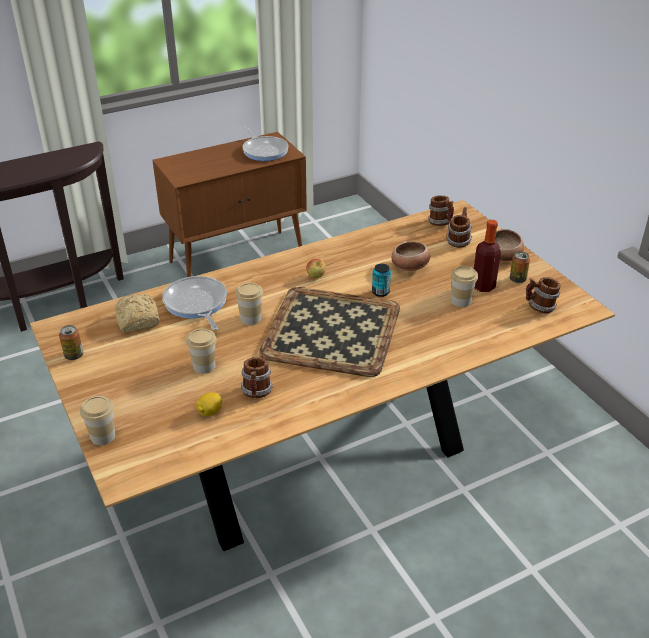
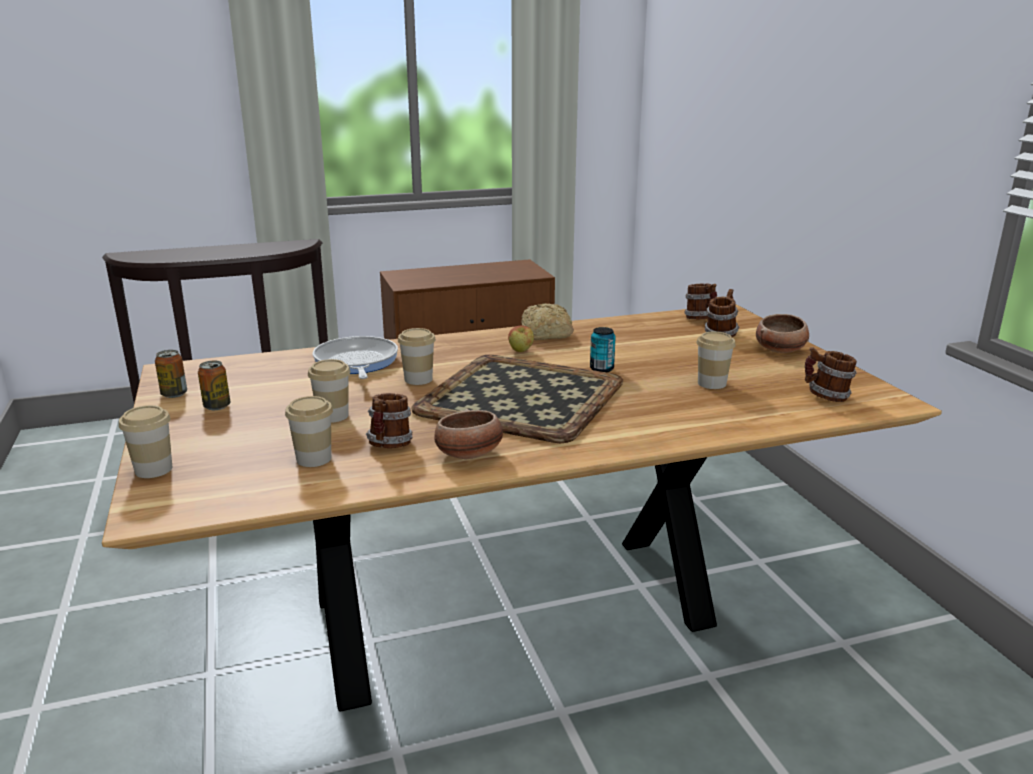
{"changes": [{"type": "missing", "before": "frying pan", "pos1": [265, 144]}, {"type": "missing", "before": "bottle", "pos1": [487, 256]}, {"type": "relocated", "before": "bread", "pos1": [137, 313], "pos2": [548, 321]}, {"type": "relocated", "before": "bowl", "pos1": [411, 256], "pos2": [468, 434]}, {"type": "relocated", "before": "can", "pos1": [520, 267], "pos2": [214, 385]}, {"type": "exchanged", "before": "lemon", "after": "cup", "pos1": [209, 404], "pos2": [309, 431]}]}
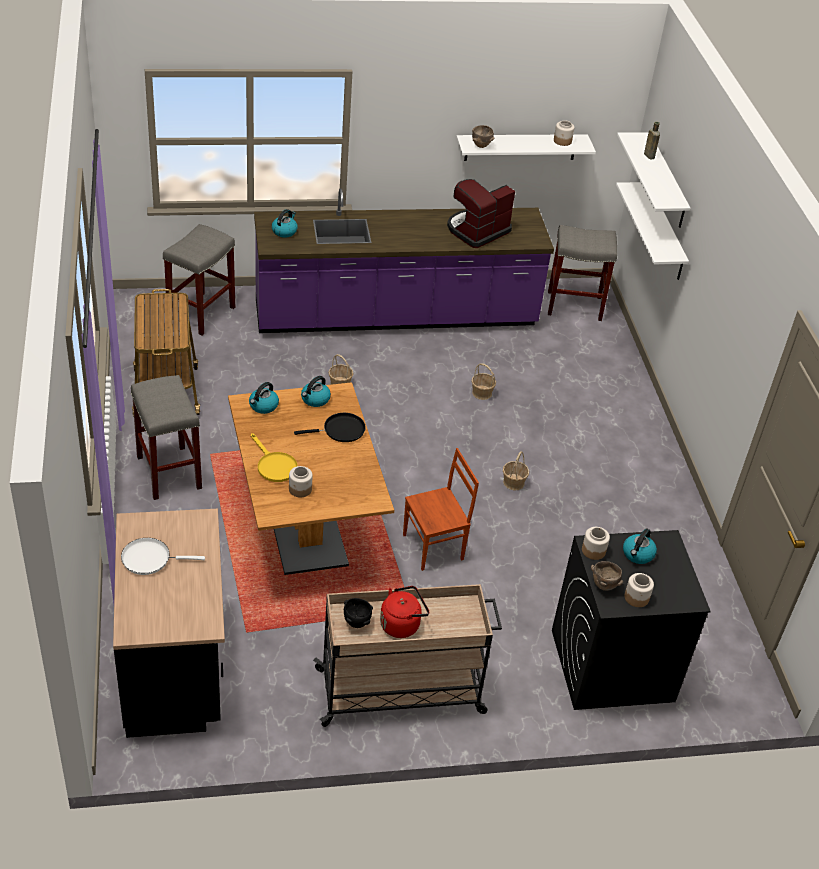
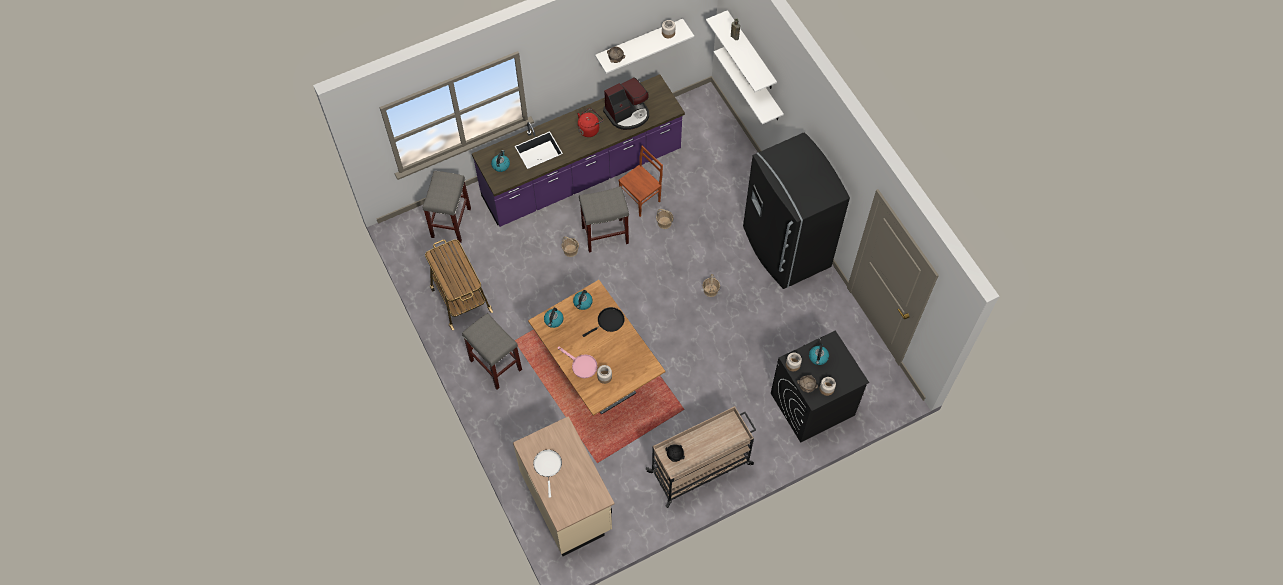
{"changes": [{"type": "appeared", "after": "fridge (black)", "pos2": [796, 210]}, {"type": "relocated", "before": "kettle (red)", "pos1": [404, 612], "pos2": [590, 122]}, {"type": "relocated", "before": "chair (brown)", "pos1": [441, 509], "pos2": [640, 181]}, {"type": "relocated", "before": "stool (grey)", "pos1": [582, 273], "pos2": [604, 219]}, {"type": "colour", "before": "counter (black)", "after": "counter (beige)", "pos1": [169, 623], "pos2": [563, 486]}, {"type": "colour", "before": "frying pan (yellow)", "after": "frying pan (pink)", "pos1": [274, 457], "pos2": [578, 362]}, {"type": "spun", "before": "frying pan (white)", "pos1": [163, 556], "pos2": [547, 474], "turn": 105}, {"type": "spun", "before": "coffee machine", "pos1": [481, 213], "pos2": [626, 103], "turn": -150}]}
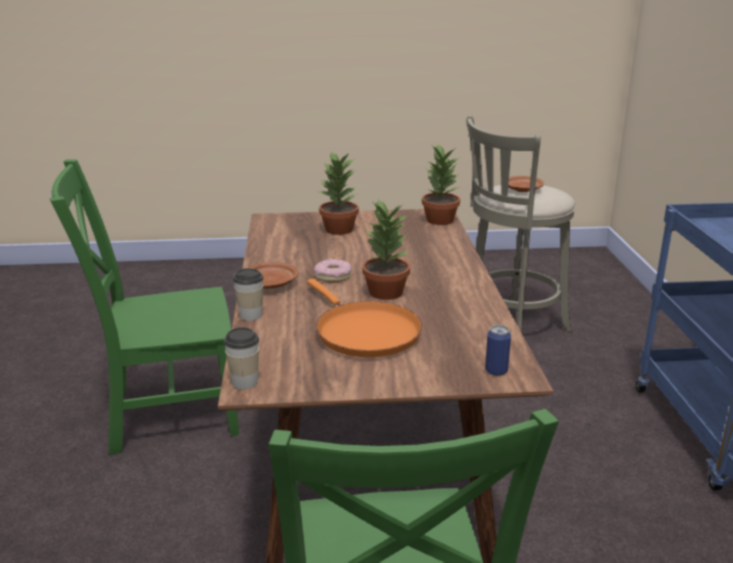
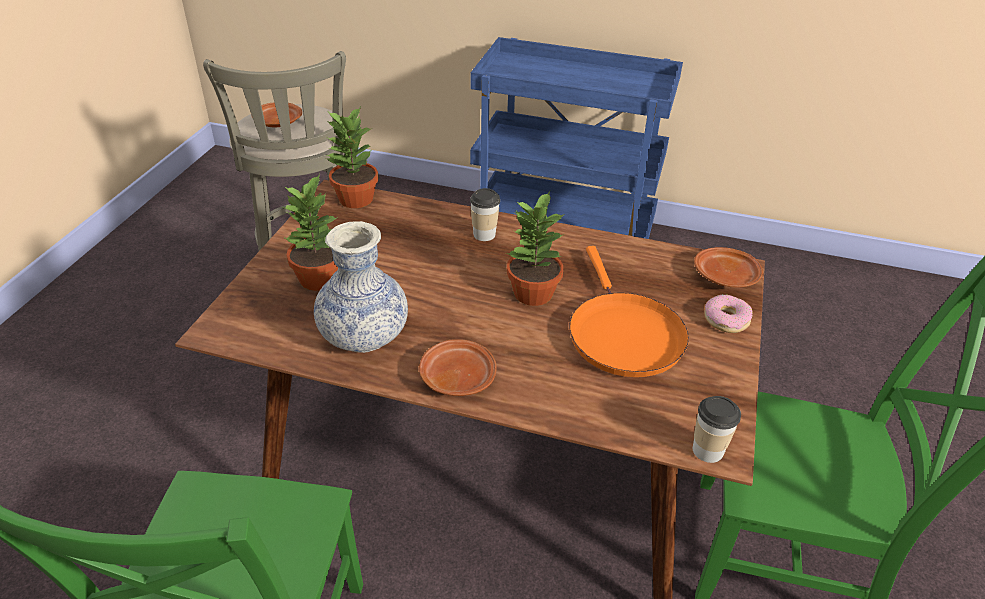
{"changes": [{"type": "appeared", "after": "vase", "pos2": [361, 287]}, {"type": "relocated", "before": "cup", "pos1": [248, 294], "pos2": [485, 214]}, {"type": "relocated", "before": "donut", "pos1": [333, 270], "pos2": [728, 313]}, {"type": "exchanged", "before": "can", "after": "plate (brown)", "pos1": [498, 350], "pos2": [728, 267]}, {"type": "spun", "before": "frying pan (orange)", "pos1": [364, 318], "pos2": [629, 311], "turn": 90}]}
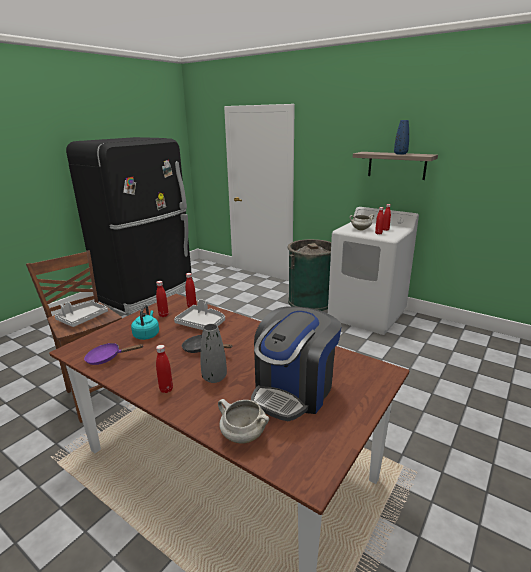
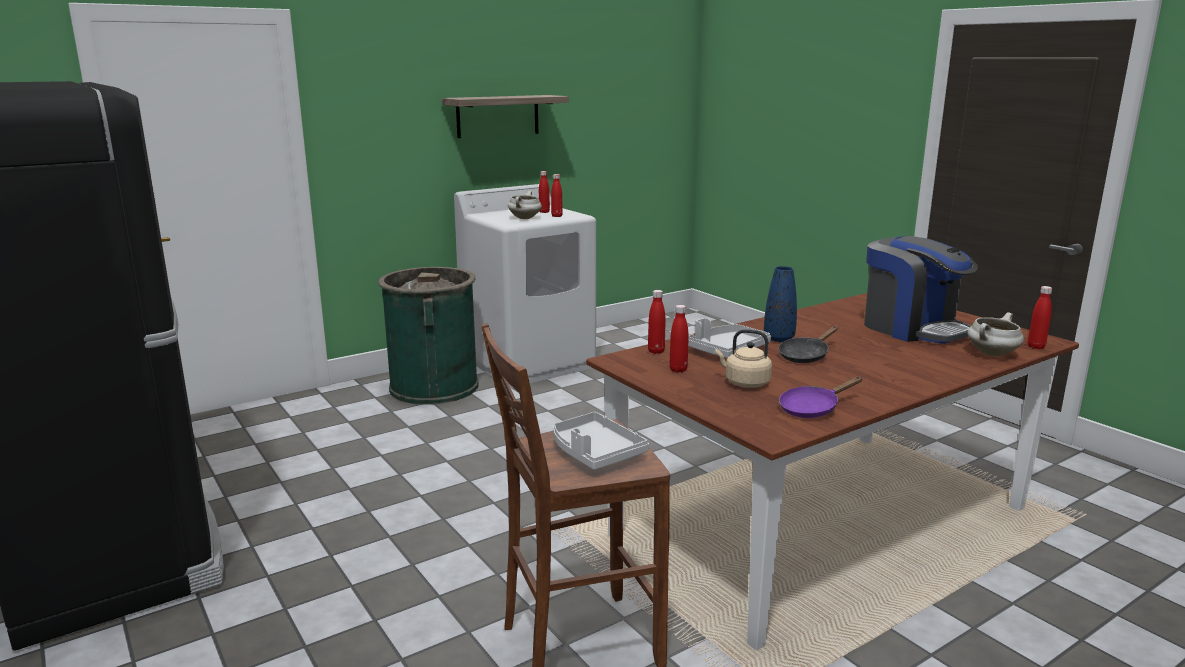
{"changes": [{"type": "missing", "before": "vase (grey)", "pos1": [213, 353]}, {"type": "relocated", "before": "bottle (red)", "pos1": [164, 369], "pos2": [1040, 317]}, {"type": "relocated", "before": "vase (blue)", "pos1": [401, 137], "pos2": [780, 304]}, {"type": "colour", "before": "kettle (turquoise)", "after": "kettle (beige)", "pos1": [145, 322], "pos2": [743, 358]}, {"type": "spun", "before": "frying pan (purple)", "pos1": [114, 354], "pos2": [821, 397], "turn": 45}]}
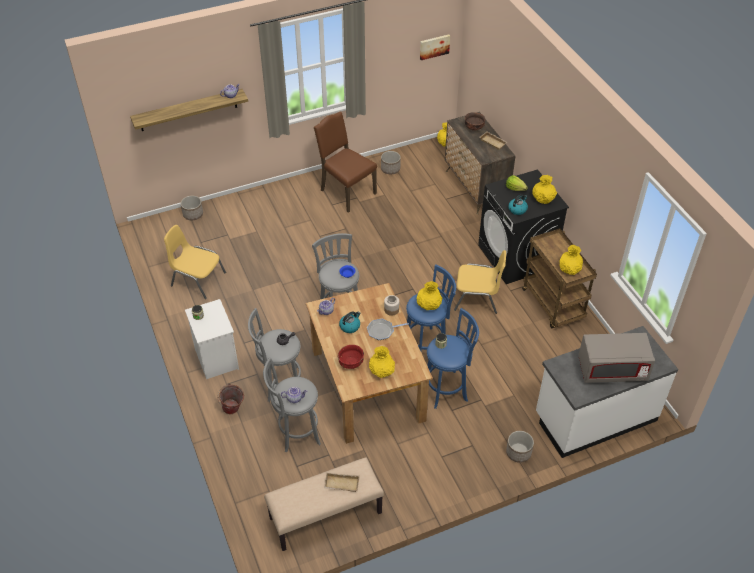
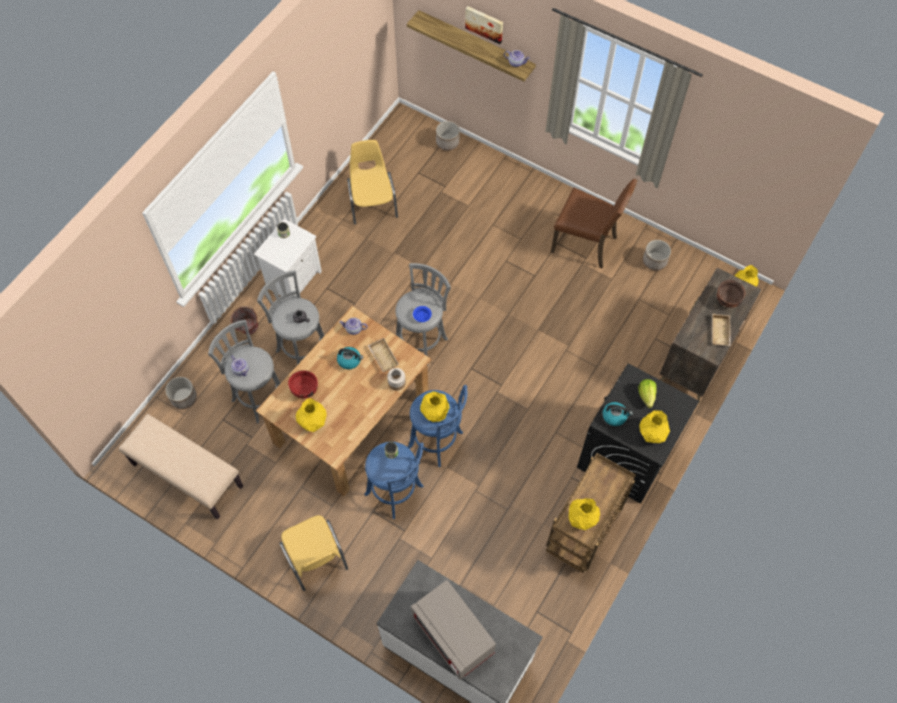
{"changes": [{"type": "missing", "before": "frying pan", "pos1": [388, 329]}, {"type": "relocated", "before": "tray (beige)", "pos1": [342, 482], "pos2": [383, 355]}, {"type": "relocated", "before": "picture", "pos1": [435, 47], "pos2": [484, 25]}, {"type": "relocated", "before": "chair (yellow)", "pos1": [480, 282], "pos2": [313, 553]}, {"type": "relocated", "before": "planter", "pos1": [520, 447], "pos2": [181, 393]}, {"type": "spun", "before": "chair (brown)", "pos1": [345, 162], "pos2": [594, 223], "turn": 105}]}
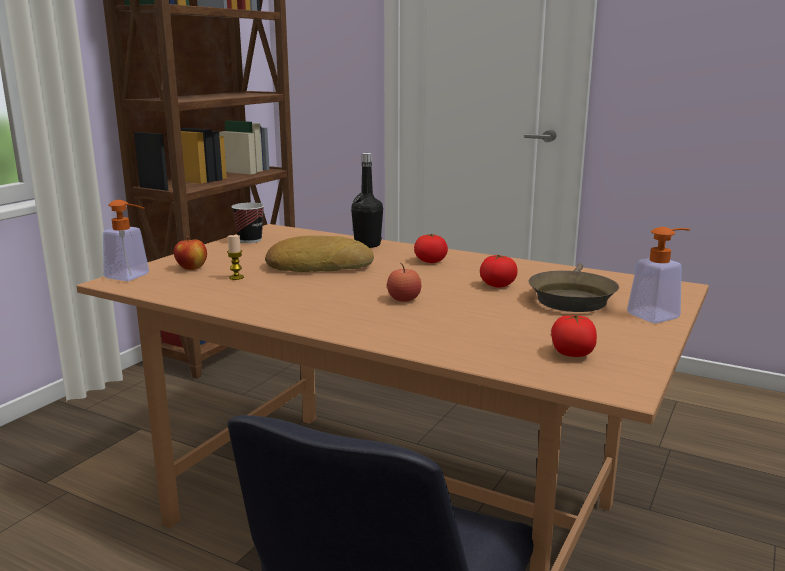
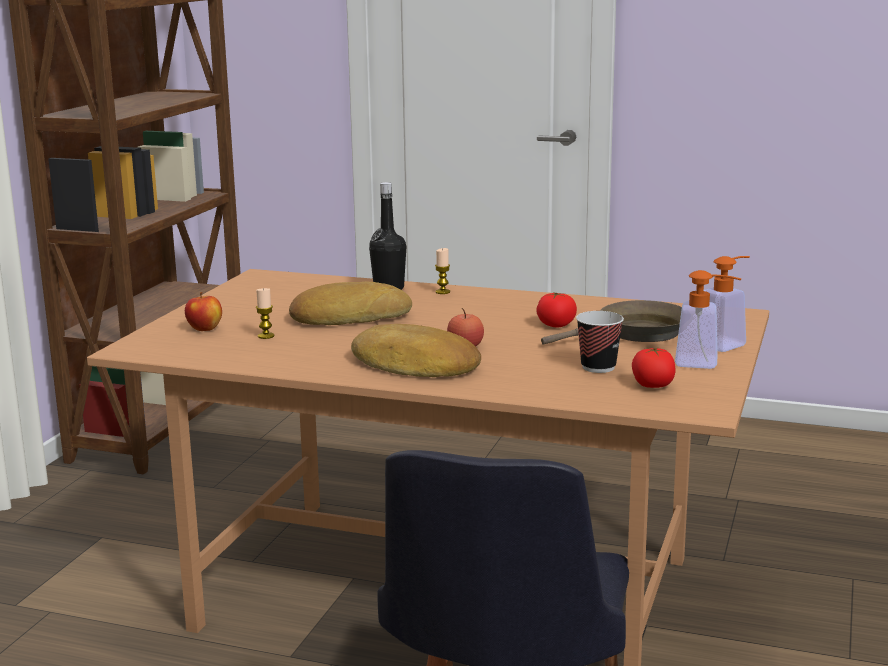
{"changes": [{"type": "missing", "before": "tomato", "pos1": [431, 248]}, {"type": "appeared", "after": "bread", "pos2": [416, 350]}, {"type": "appeared", "after": "candle", "pos2": [442, 271]}, {"type": "relocated", "before": "soap dispenser", "pos1": [126, 240], "pos2": [708, 319]}, {"type": "relocated", "before": "cup", "pos1": [248, 223], "pos2": [600, 342]}, {"type": "spun", "before": "frying pan (brown)", "pos1": [574, 287], "pos2": [611, 322], "turn": -120}]}
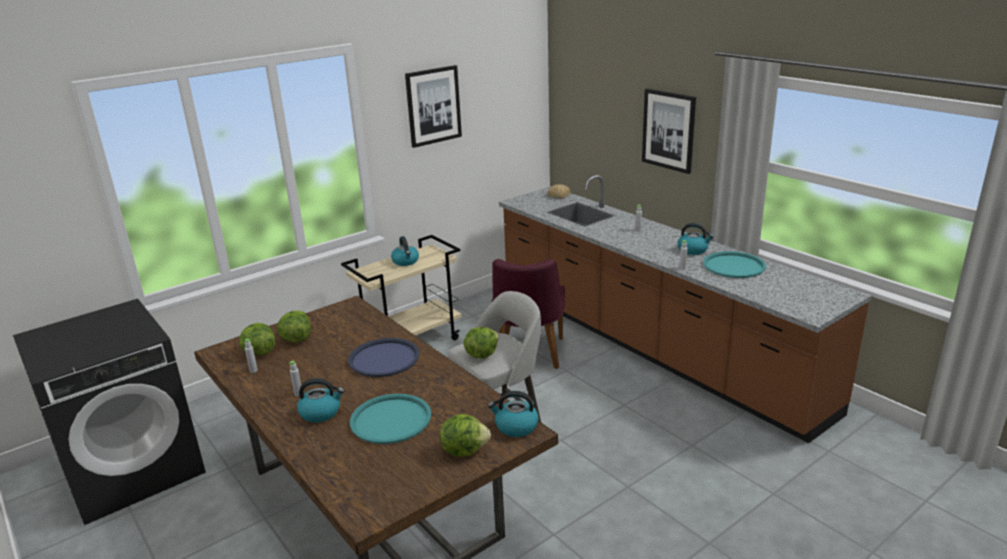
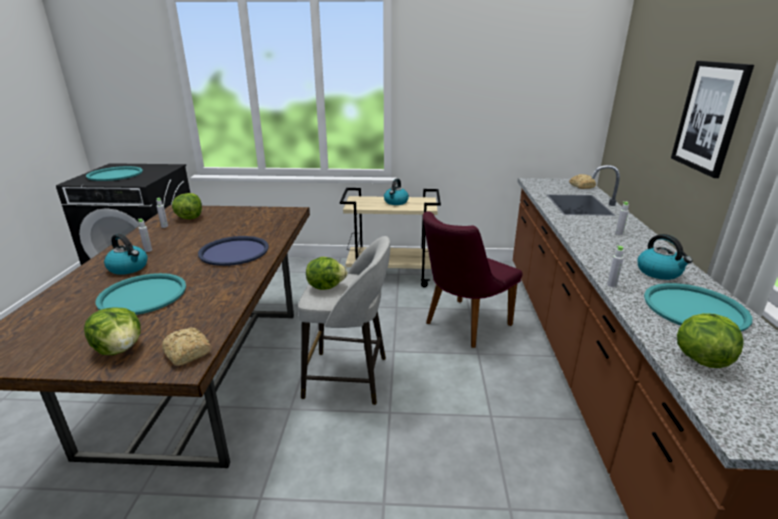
{"changes": [{"type": "missing", "before": "picture", "pos1": [433, 106]}, {"type": "appeared", "after": "tray (turquoise)", "pos2": [114, 173]}, {"type": "relocated", "before": "lettuce", "pos1": [294, 327], "pos2": [710, 340]}, {"type": "exchanged", "before": "kettle", "after": "bread", "pos1": [513, 414], "pos2": [187, 346]}]}
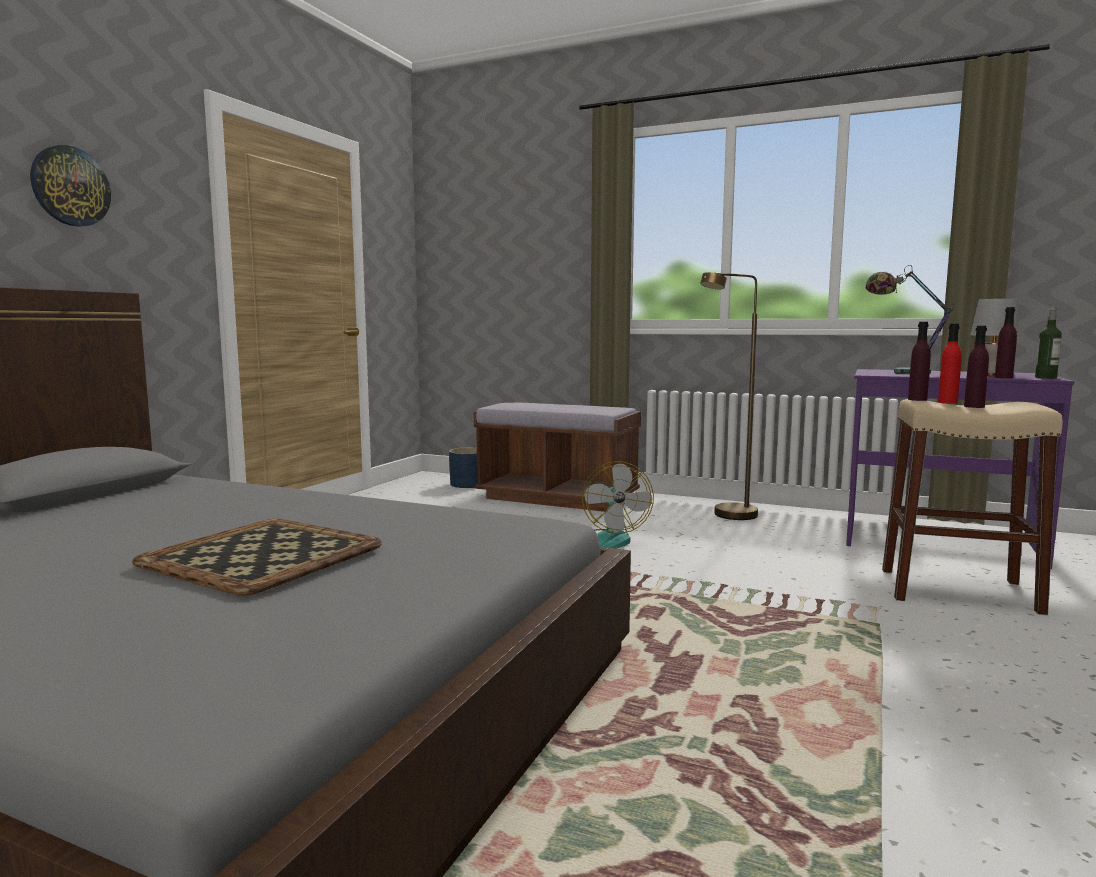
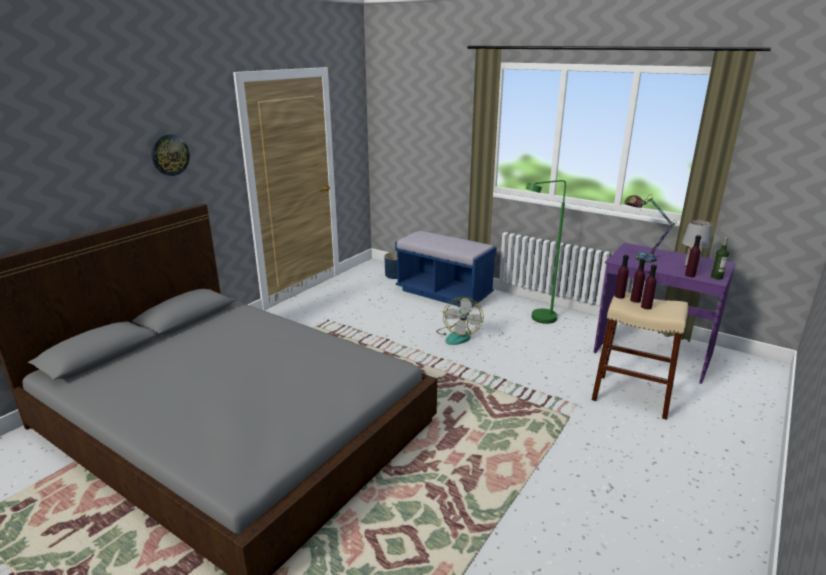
{"changes": [{"type": "missing", "before": "tray", "pos1": [257, 557]}, {"type": "colour", "before": "bench (brown)", "after": "bench (blue)", "pos1": [557, 457], "pos2": [446, 269]}, {"type": "colour", "before": "floor lamp (brown)", "after": "floor lamp (green)", "pos1": [729, 396], "pos2": [546, 252]}, {"type": "colour", "before": "bottle (red)", "after": "bottle (purple)", "pos1": [950, 364], "pos2": [637, 280]}]}
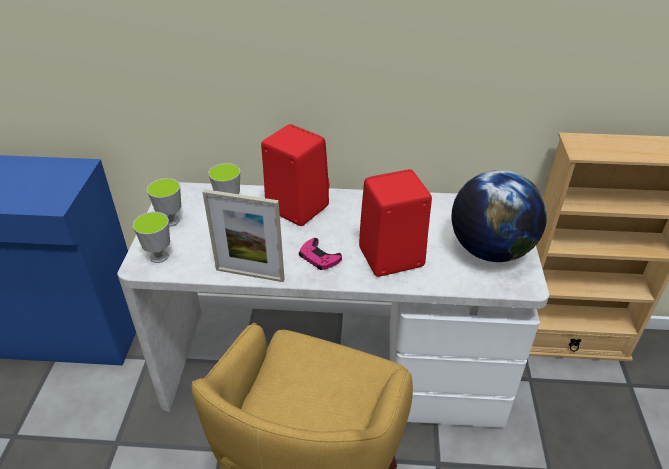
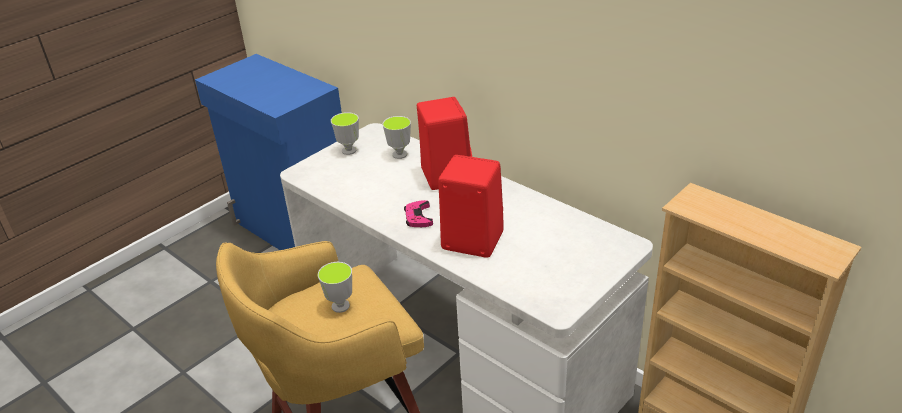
{"changes": [{"type": "missing", "before": "picture frame", "pos1": [243, 235]}, {"type": "missing", "before": "globe", "pos1": [499, 216]}, {"type": "relocated", "before": "cup", "pos1": [151, 237], "pos2": [335, 287]}]}
